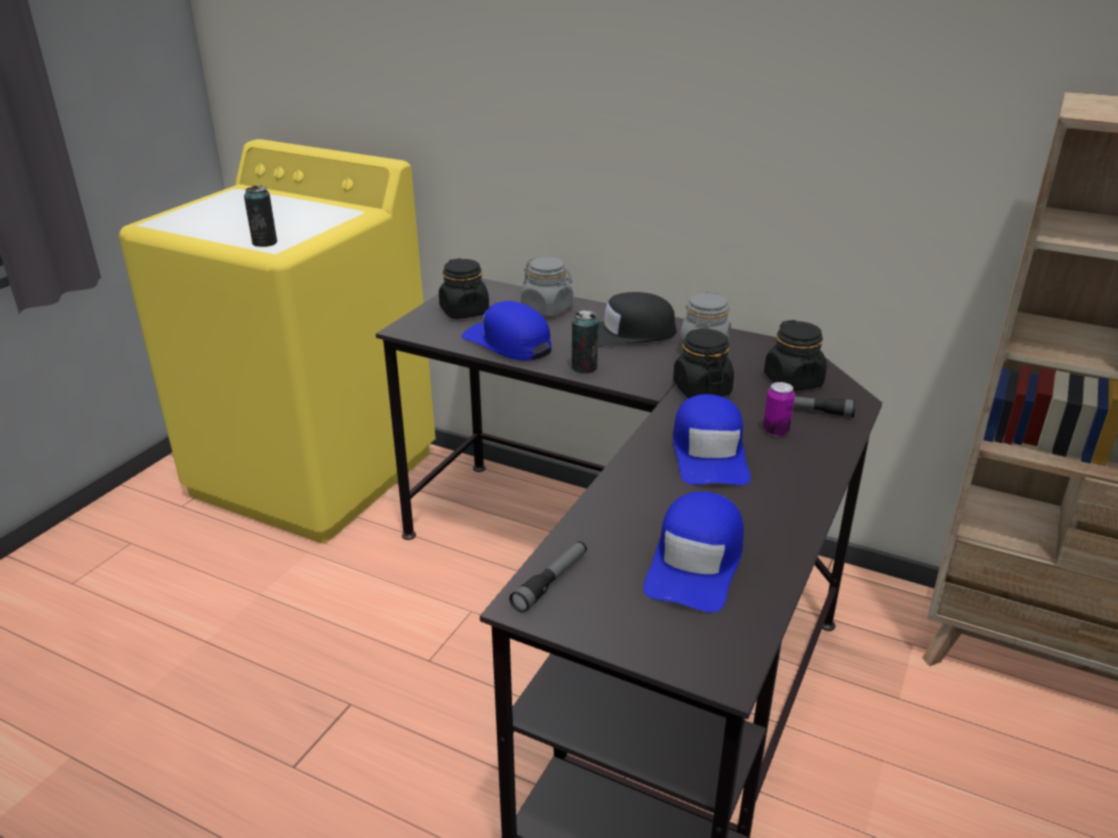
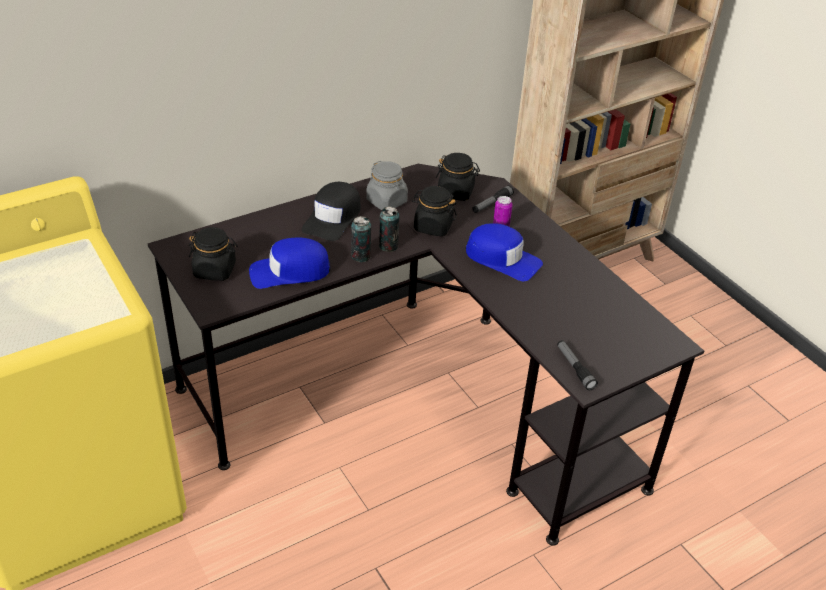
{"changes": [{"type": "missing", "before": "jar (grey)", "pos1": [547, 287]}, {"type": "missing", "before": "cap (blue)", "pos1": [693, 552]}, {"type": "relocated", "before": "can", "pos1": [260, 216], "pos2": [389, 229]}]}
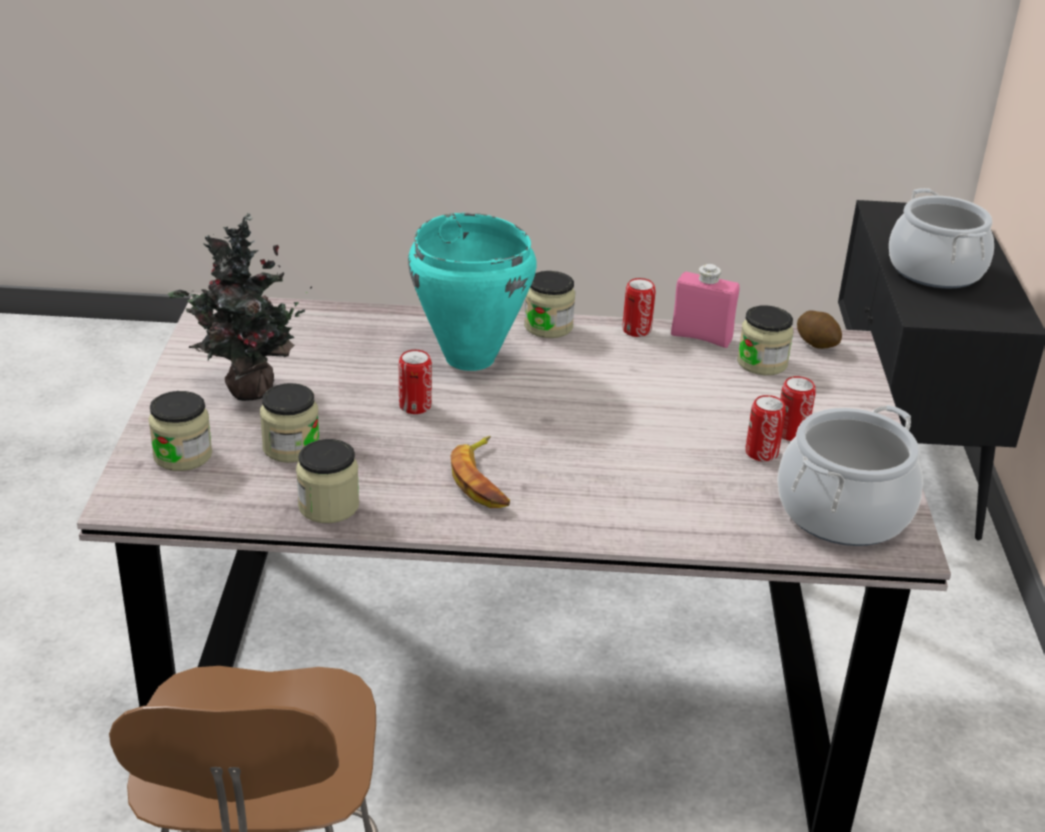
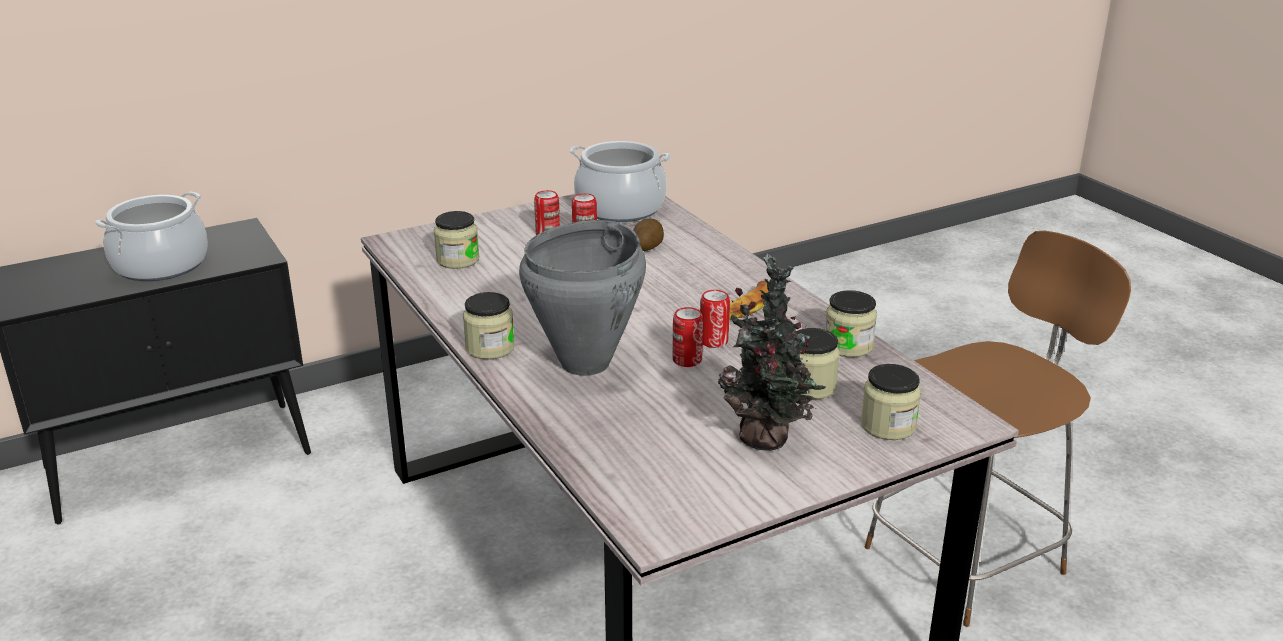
{"changes": [{"type": "missing", "before": "bottle (pink)", "pos1": [705, 306]}, {"type": "relocated", "before": "can", "pos1": [639, 307], "pos2": [715, 319]}, {"type": "relocated", "before": "potato", "pos1": [819, 330], "pos2": [648, 235]}, {"type": "colour", "before": "cooking pot (turquoise)", "after": "cooking pot (grey)", "pos1": [472, 292], "pos2": [582, 298]}]}
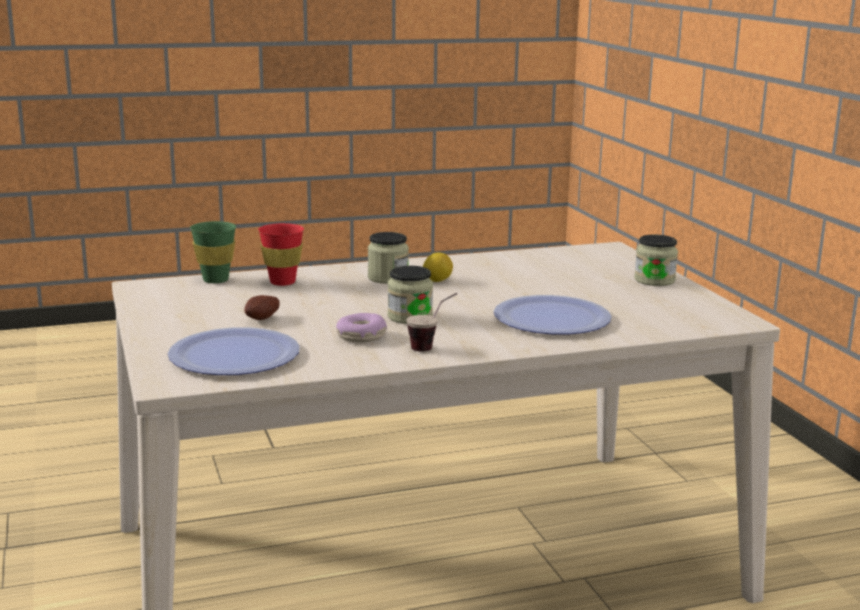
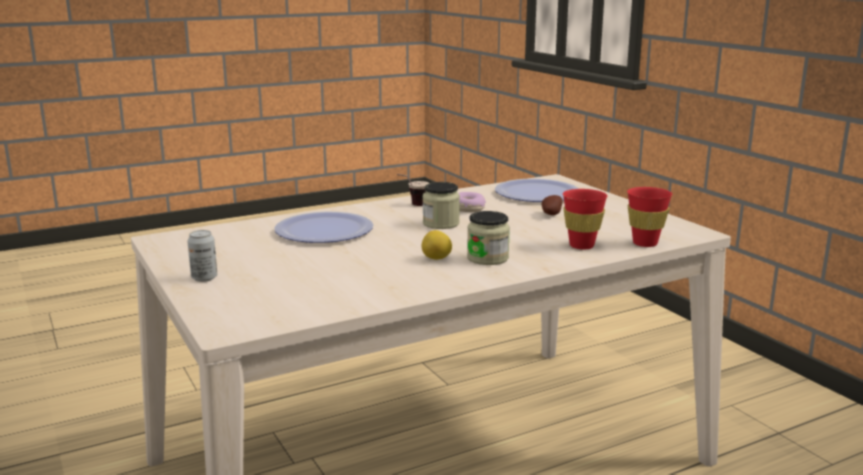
{"changes": [{"type": "exchanged", "before": "jar", "after": "can", "pos1": [656, 260], "pos2": [202, 256]}, {"type": "colour", "before": "cup (green)", "after": "cup (red)", "pos1": [213, 252], "pos2": [649, 217]}]}
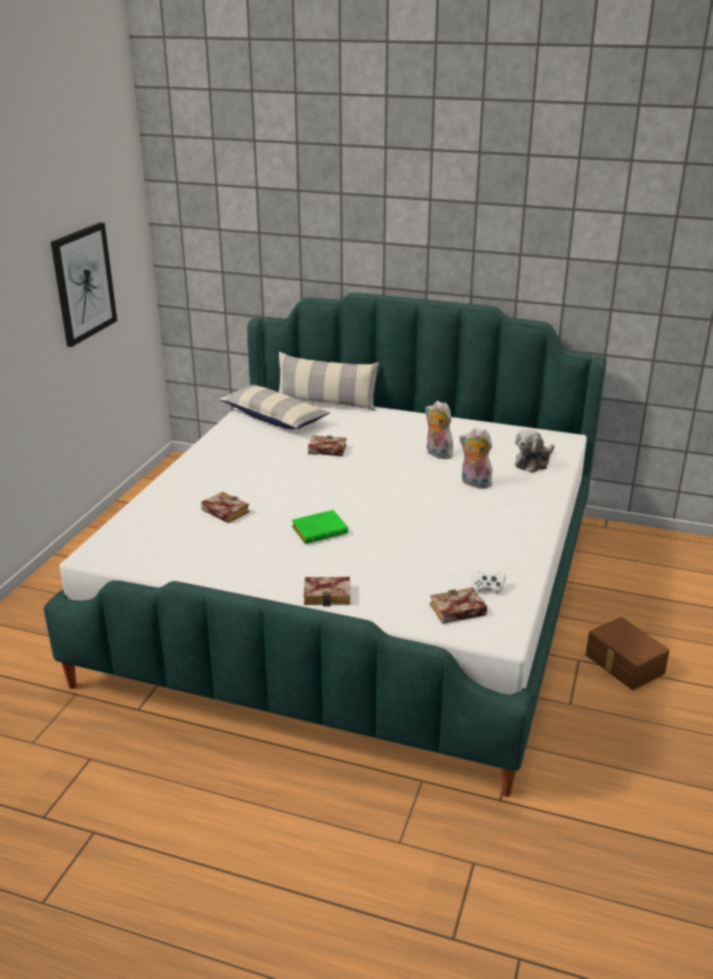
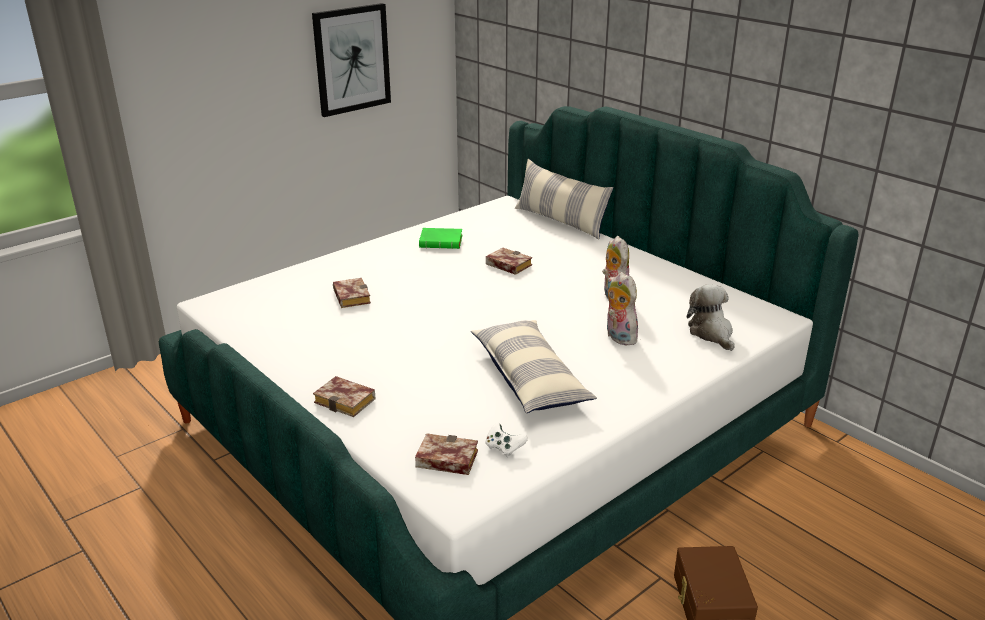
{"changes": [{"type": "relocated", "before": "pillow", "pos1": [274, 407], "pos2": [534, 366]}, {"type": "relocated", "before": "book (green)", "pos1": [320, 527], "pos2": [440, 238]}, {"type": "spun", "before": "plush toy", "pos1": [534, 451], "pos2": [711, 317], "turn": 90}]}
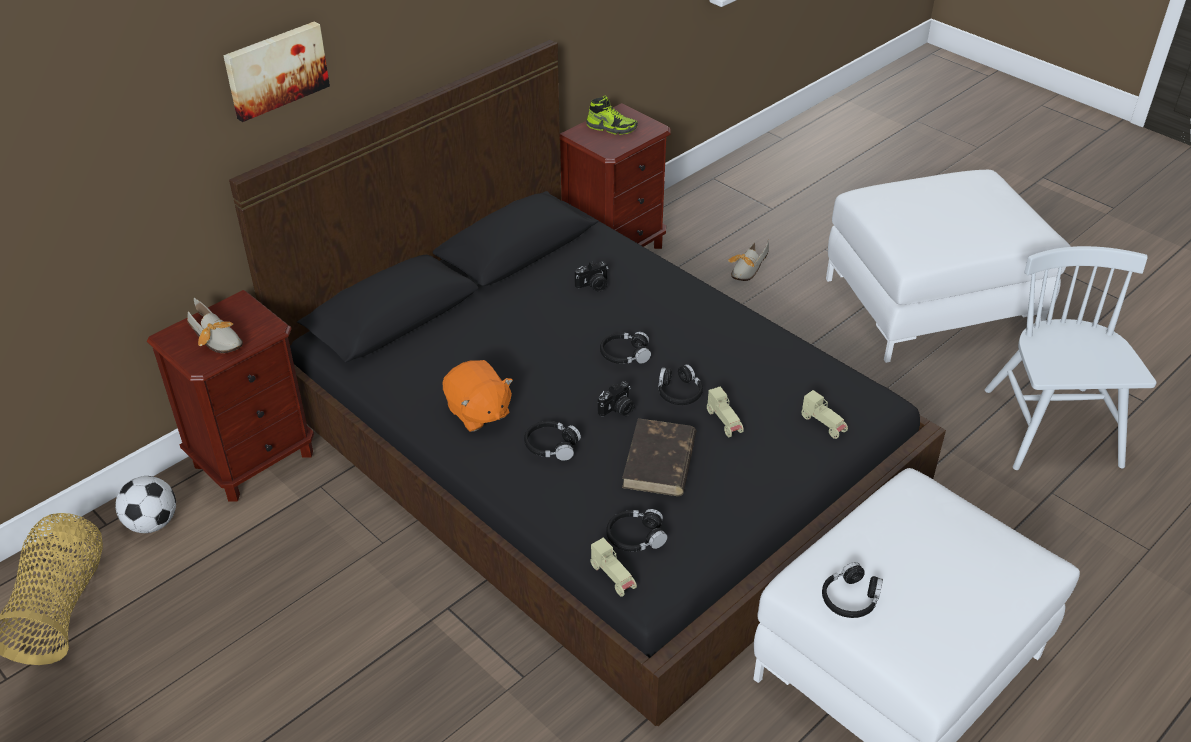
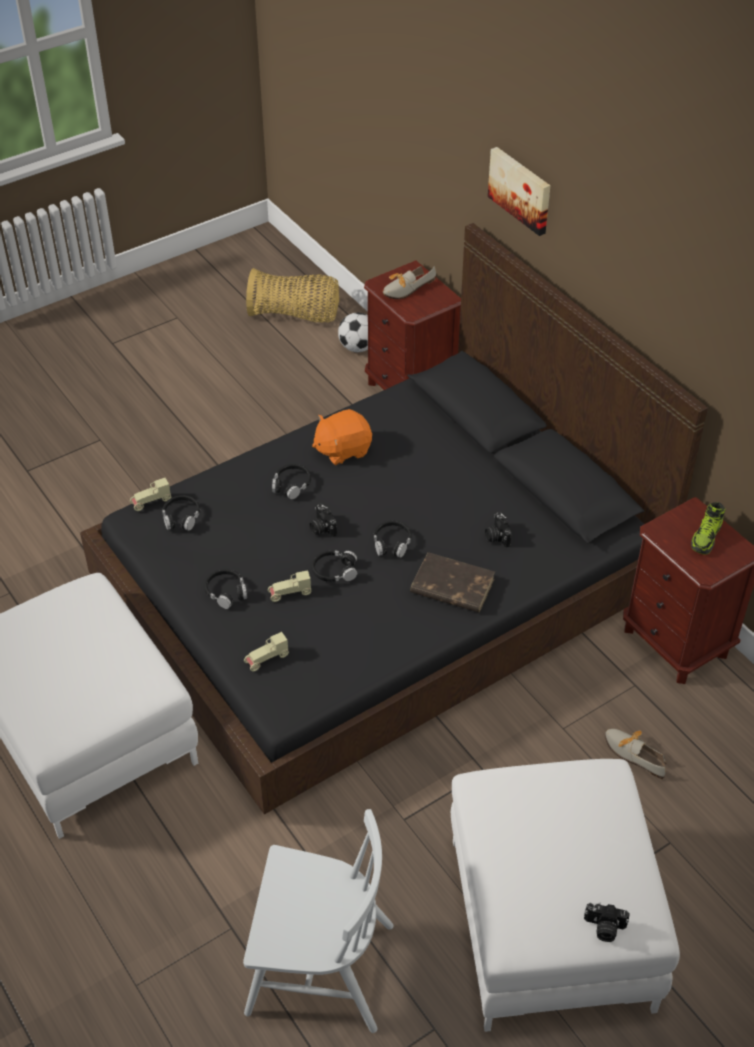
{"changes": [{"type": "appeared", "after": "photo camera", "pos2": [607, 922]}, {"type": "relocated", "before": "book (brown)", "pos1": [659, 457], "pos2": [452, 582]}, {"type": "relocated", "before": "headphones (black)", "pos1": [852, 590], "pos2": [225, 589]}]}
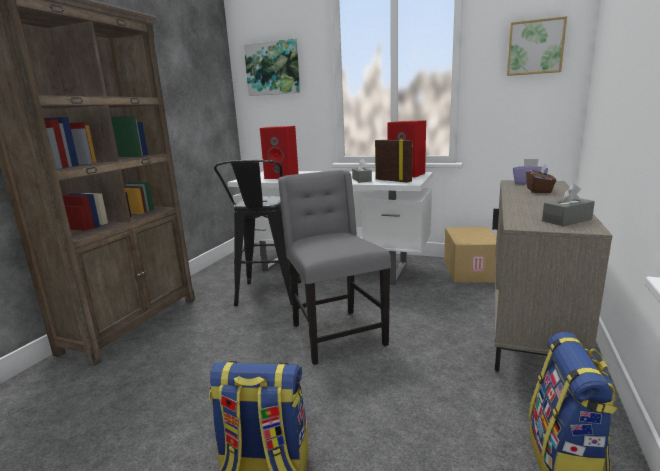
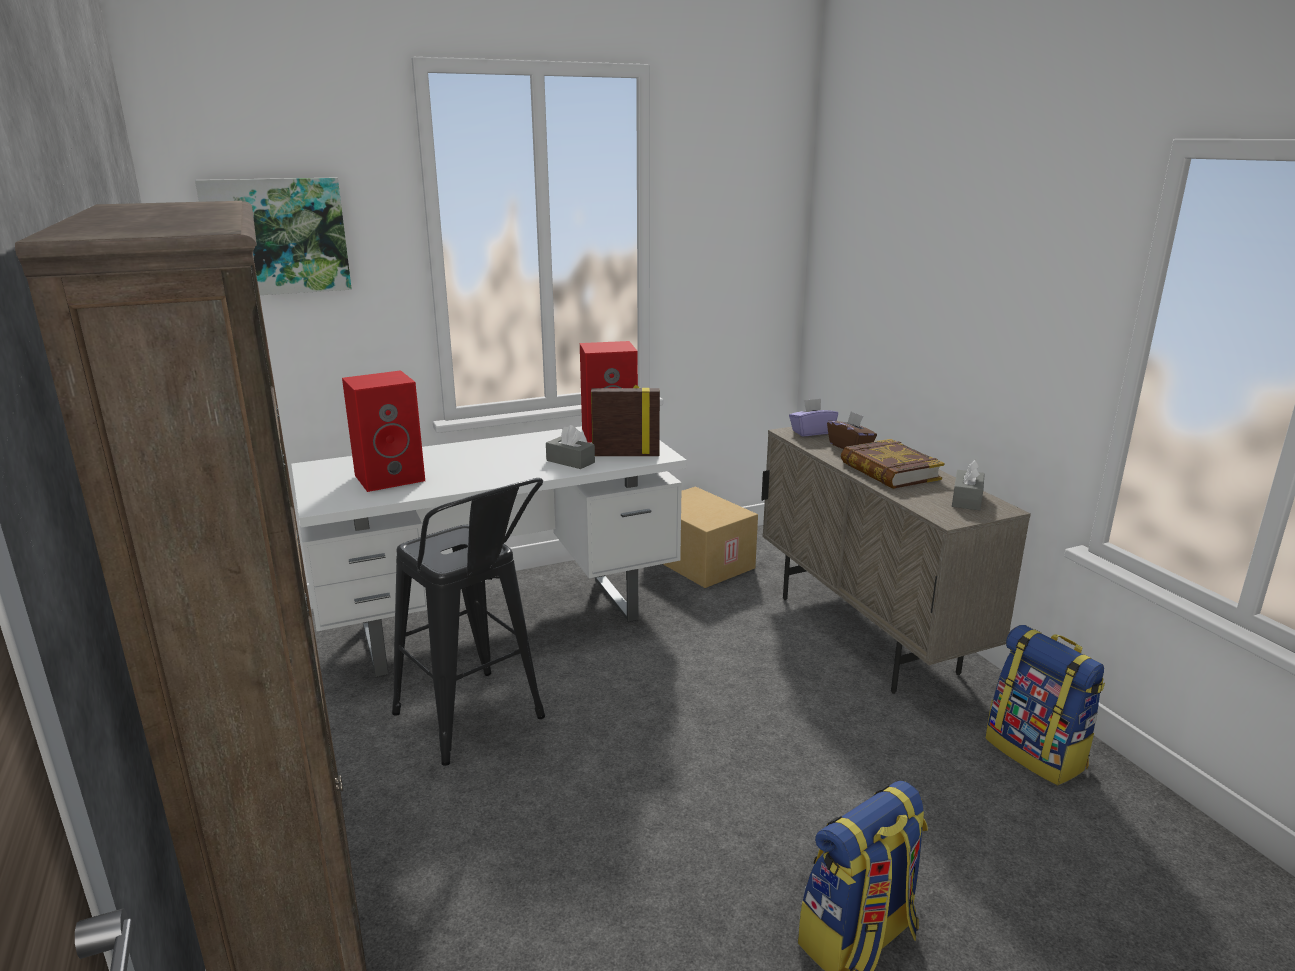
{"changes": [{"type": "missing", "before": "chair (grey)", "pos1": [334, 267]}, {"type": "missing", "before": "picture", "pos1": [537, 46]}, {"type": "appeared", "after": "book", "pos2": [893, 464]}]}
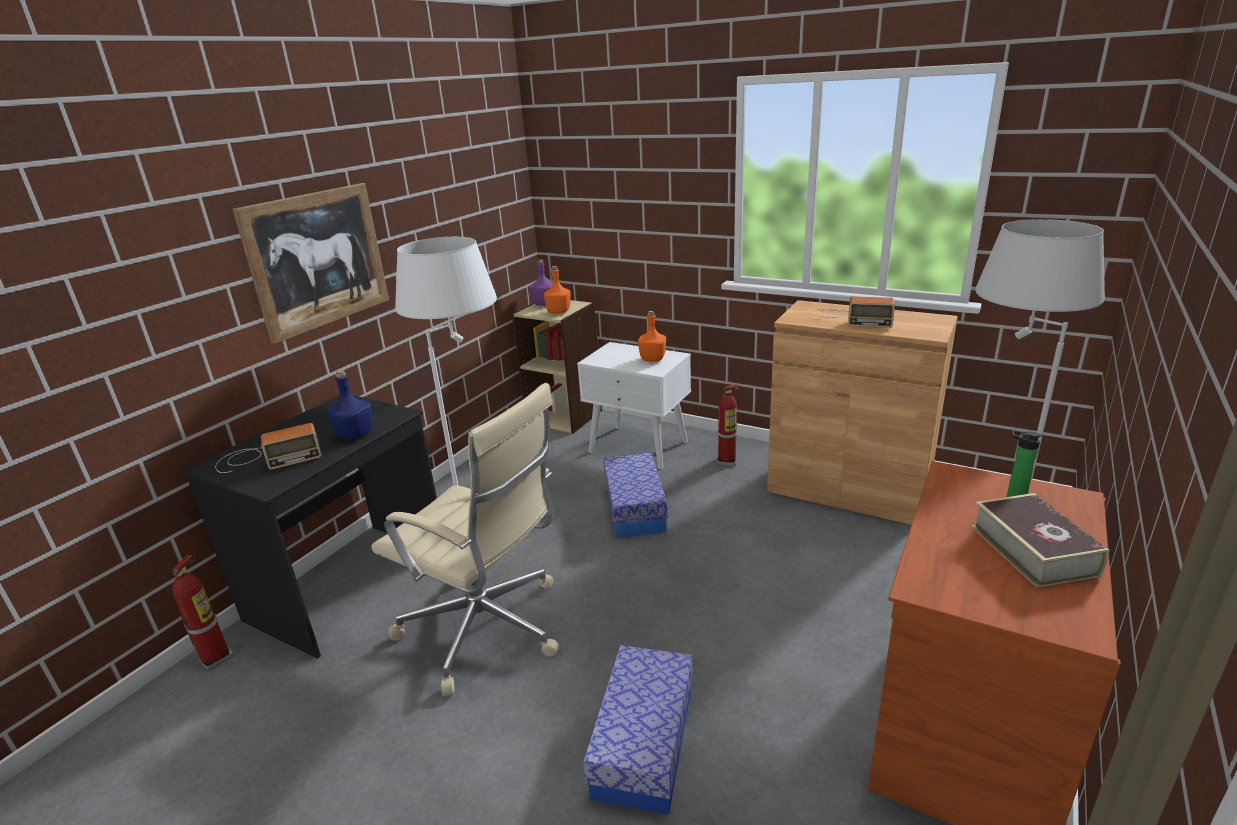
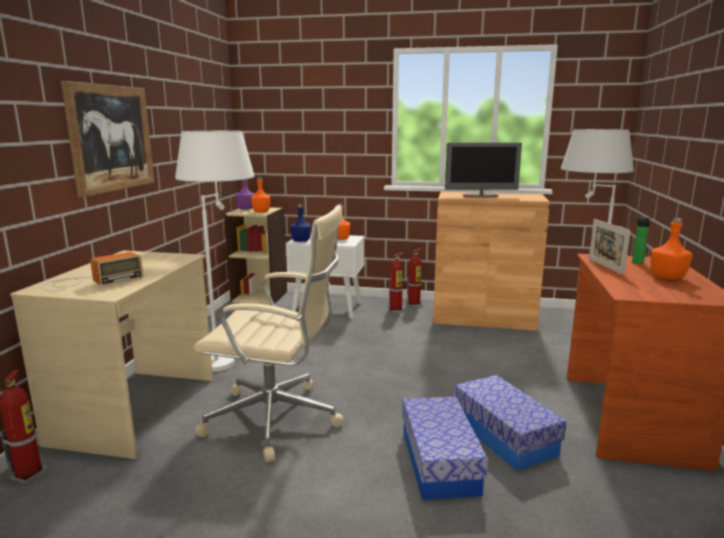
{"changes": [{"type": "appeared", "after": "fire extinguisher", "pos2": [414, 278]}, {"type": "appeared", "after": "picture frame", "pos2": [610, 247]}, {"type": "relocated", "before": "bottle (blue)", "pos1": [350, 405], "pos2": [300, 223]}, {"type": "relocated", "before": "storage box", "pos1": [635, 495], "pos2": [510, 423]}, {"type": "exchanged", "before": "radio", "after": "monitor", "pos1": [851, 312], "pos2": [483, 170]}, {"type": "exchanged", "before": "book", "after": "bottle (orange)", "pos1": [1040, 540], "pos2": [672, 249]}, {"type": "colour", "before": "desk (black)", "after": "desk (beige)", "pos1": [309, 527], "pos2": [111, 354]}]}
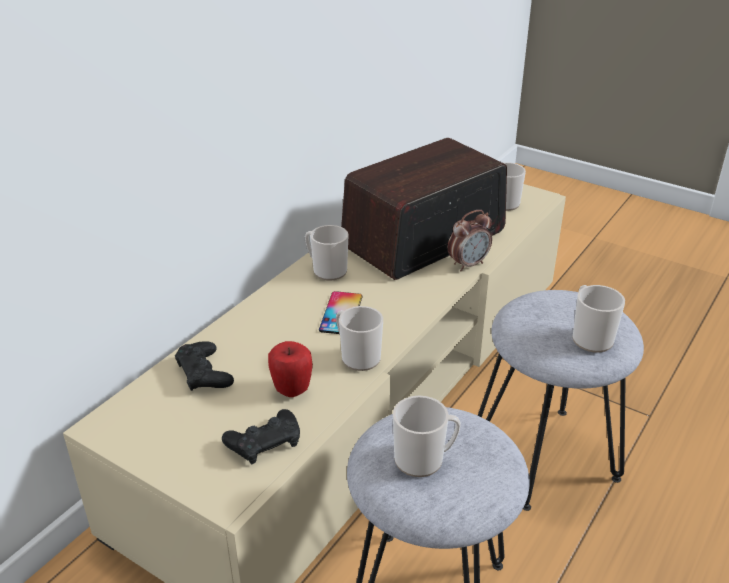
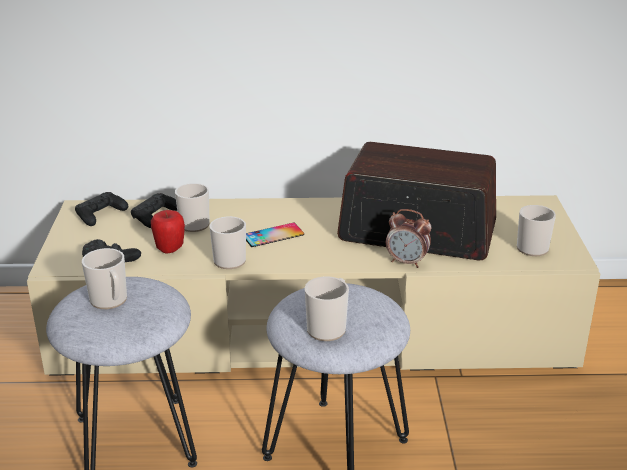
{"changes": [{"type": "appeared", "after": "game controller (black)", "pos2": [101, 209]}, {"type": "relocated", "before": "mug", "pos1": [327, 252], "pos2": [192, 207]}]}
